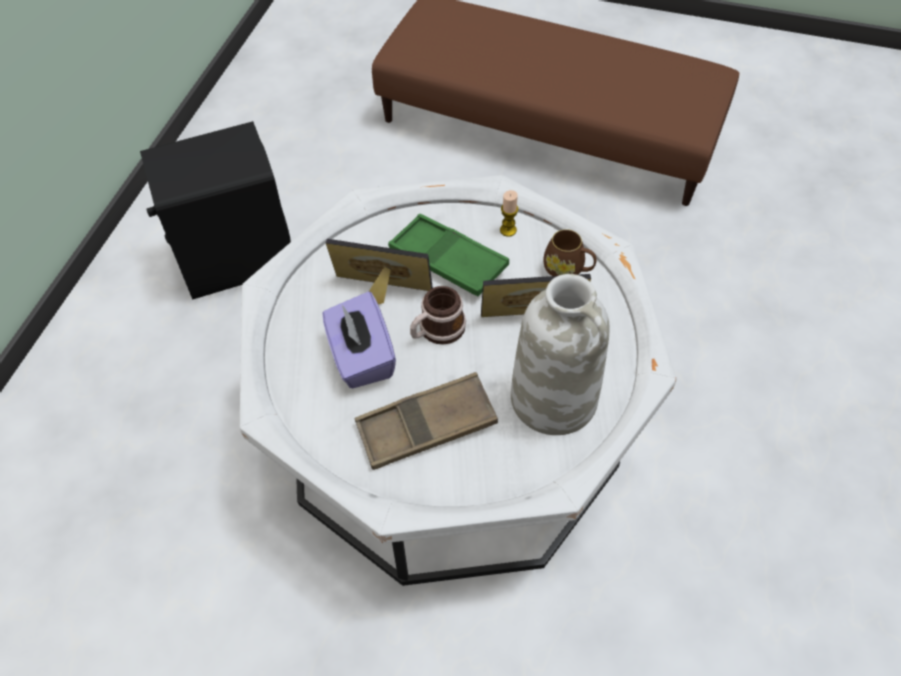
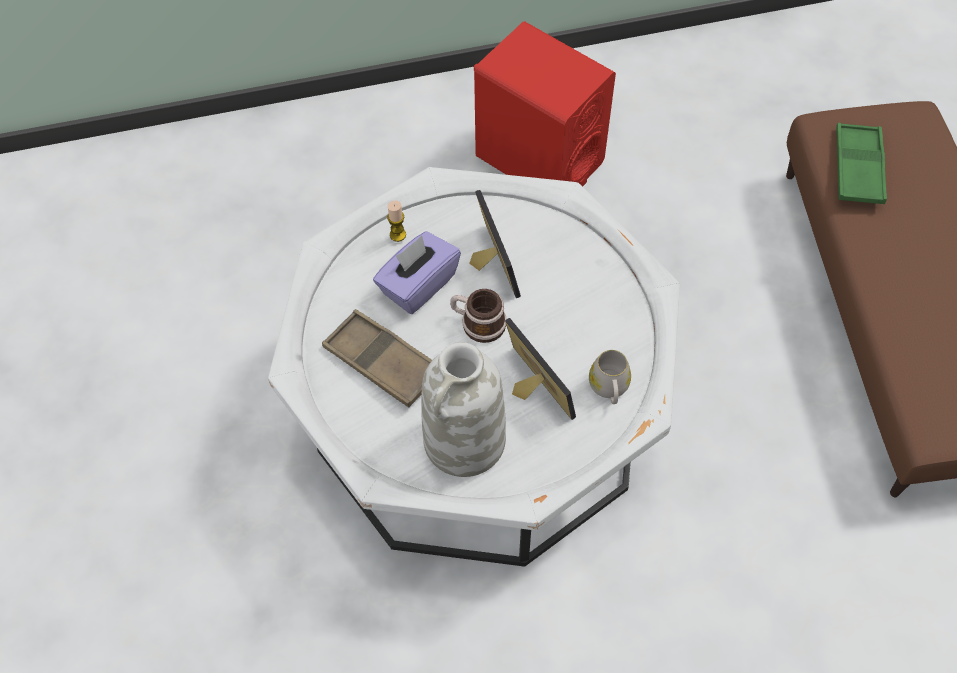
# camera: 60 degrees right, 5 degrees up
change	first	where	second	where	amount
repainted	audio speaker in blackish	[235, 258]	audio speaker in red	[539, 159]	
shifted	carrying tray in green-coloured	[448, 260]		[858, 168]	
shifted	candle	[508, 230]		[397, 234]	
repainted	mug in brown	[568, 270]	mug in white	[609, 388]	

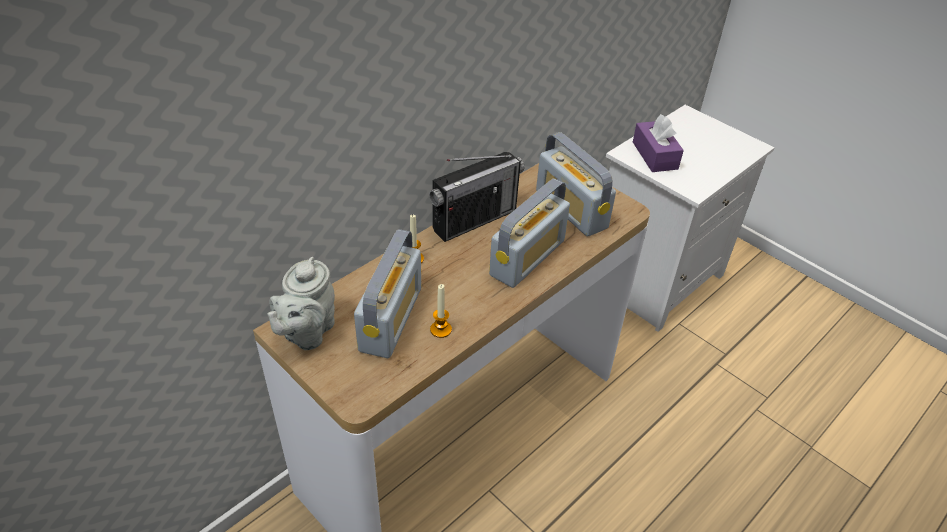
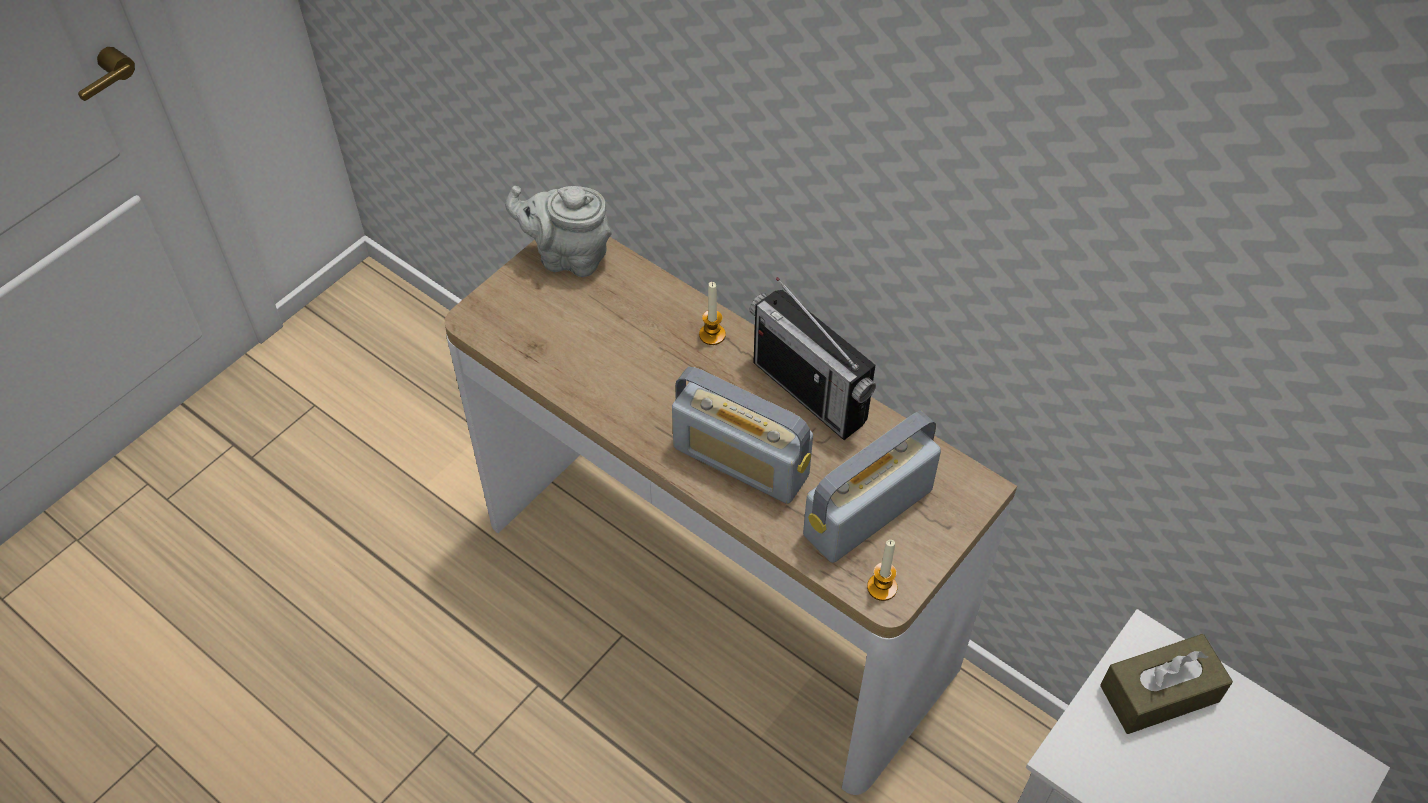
# camera: 85 degrees right, 10 degrees up
change	first	where	second	where	amount
gone	radio set	[391, 319]			
shifted	candle	[440, 329]		[882, 587]	
repainted	tissue box in purple	[654, 155]	tissue box in brown	[1159, 693]	

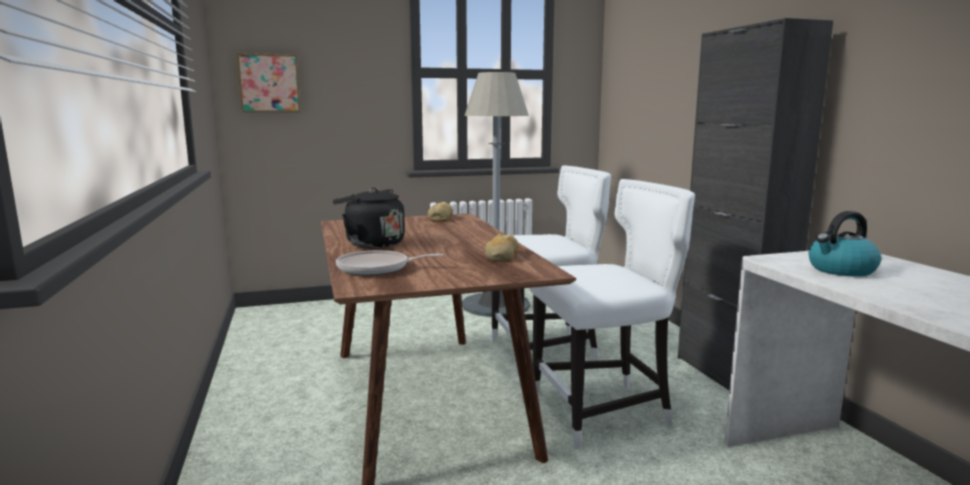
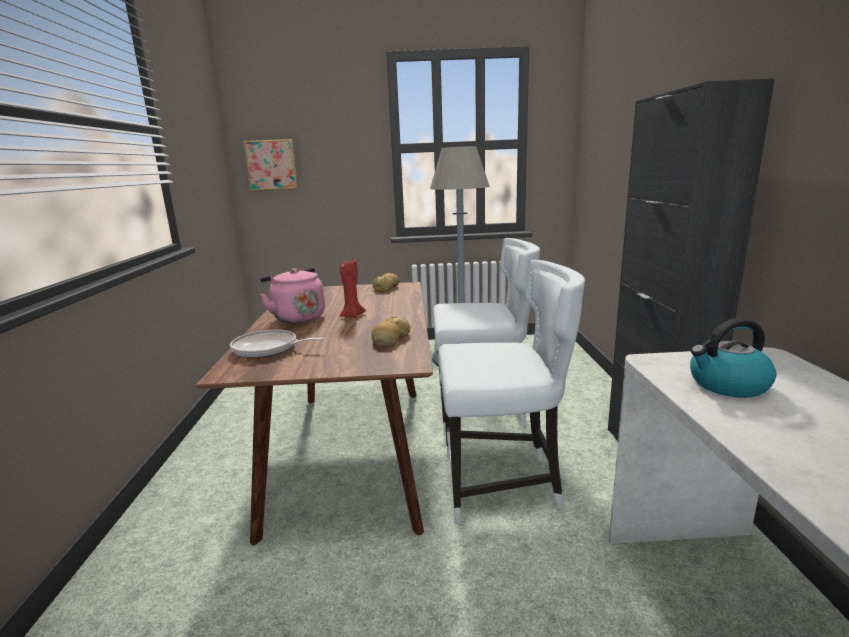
# camera: 15 degrees right, 5 degrees up
change	first	where	second	where	amount
repainted	tea kettle in blackish	[371, 244]	tea kettle in pink-coloured	[297, 317]	
new			candle in red	[352, 315]	

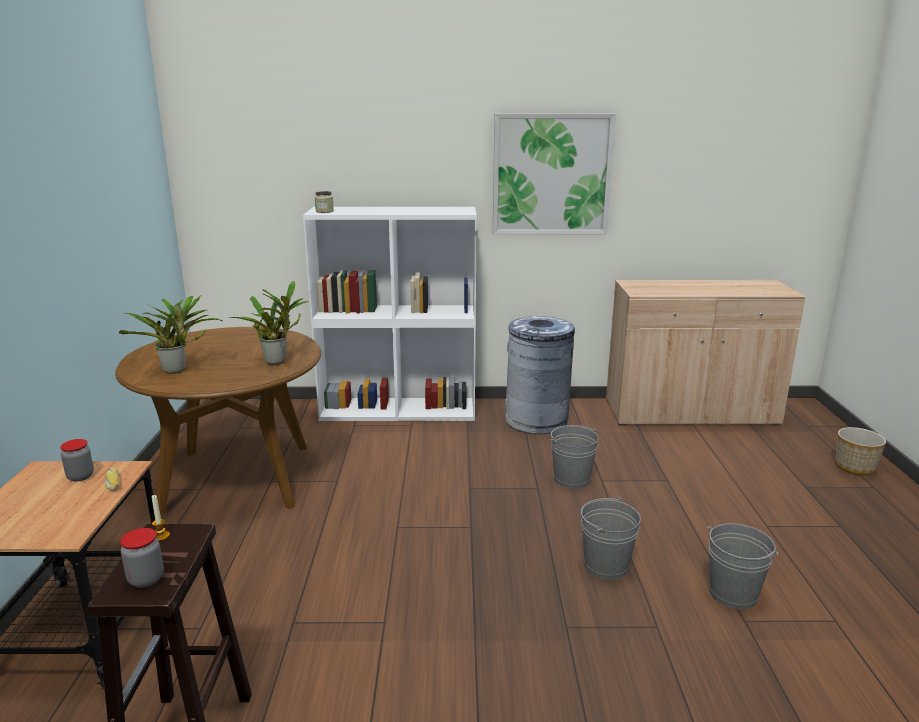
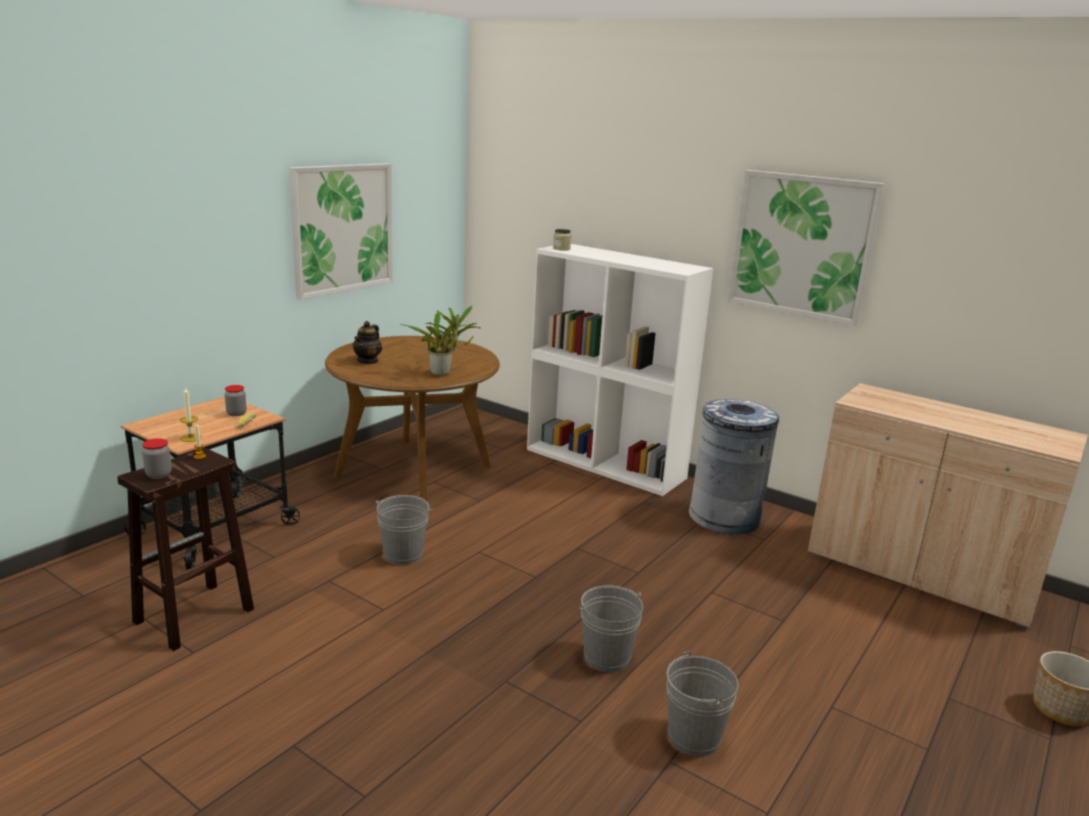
# camera: 35 degrees right, 0 degrees up
change	first	where	second	where	amount
swapped	potted plant	[177, 371]	teapot	[368, 361]	
shifted	bucket in gray	[572, 479]		[403, 554]	
new			candle	[190, 438]	
new			picture	[342, 228]	

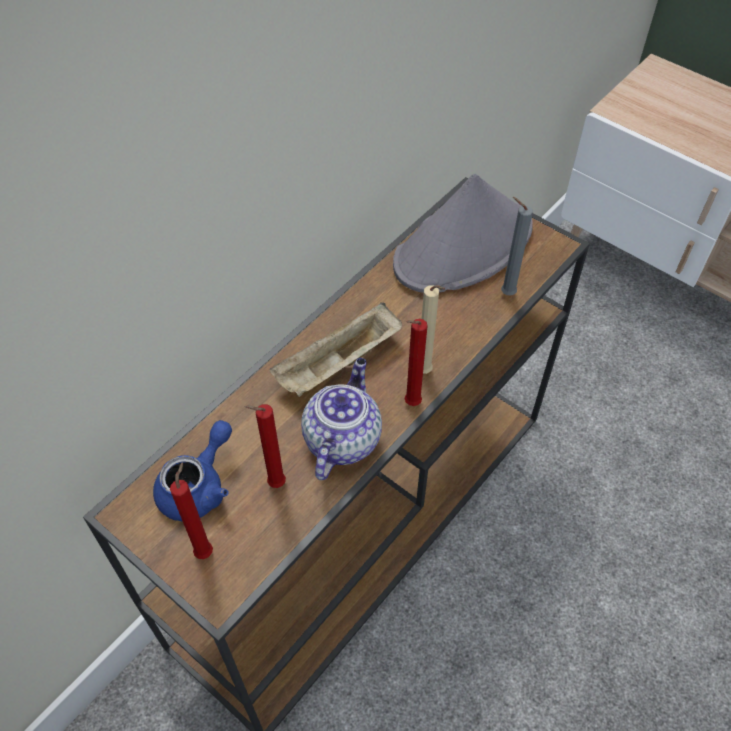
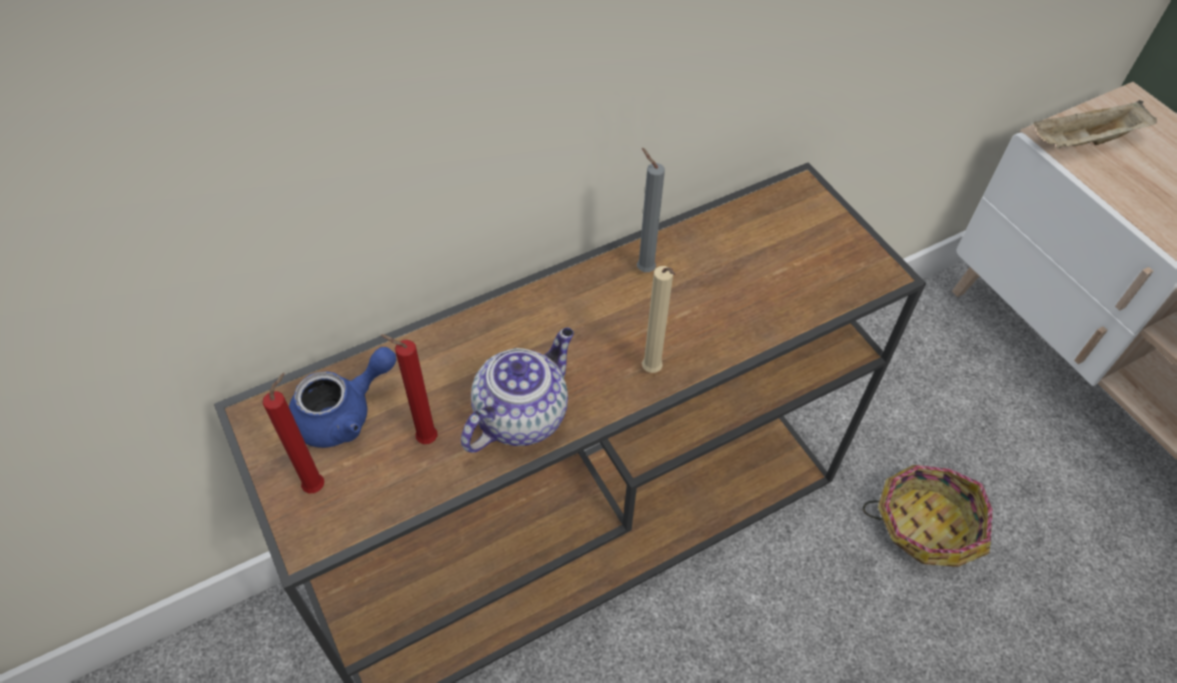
# camera: 20 degrees right, 0 degrees up
change	first	where	second	where	amount
shifted	carrying tray in beige	[338, 365]		[1085, 142]	
gone	wearable hat in gray	[463, 246]			
gone	candle in red	[410, 404]			
shifted	candle in gray	[505, 293]		[643, 268]	
new			household basket	[926, 524]	

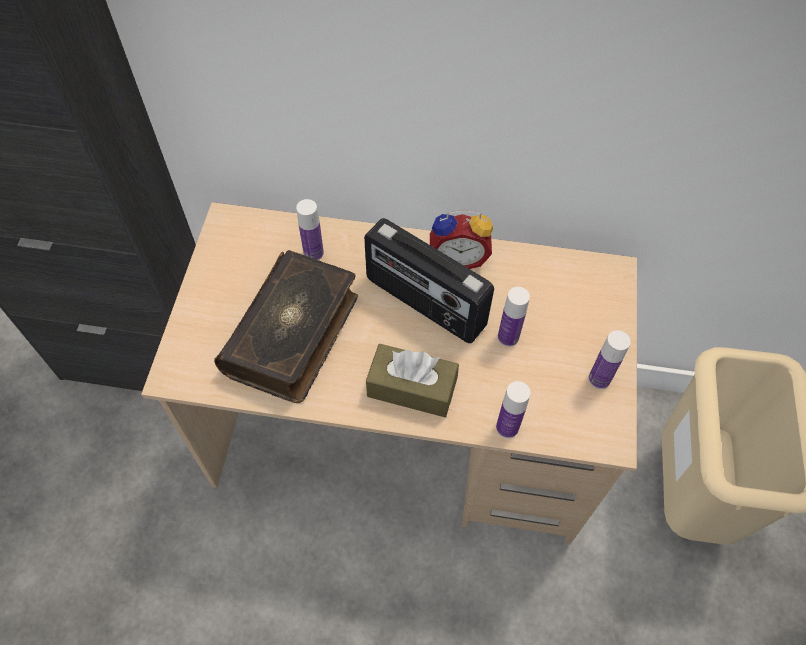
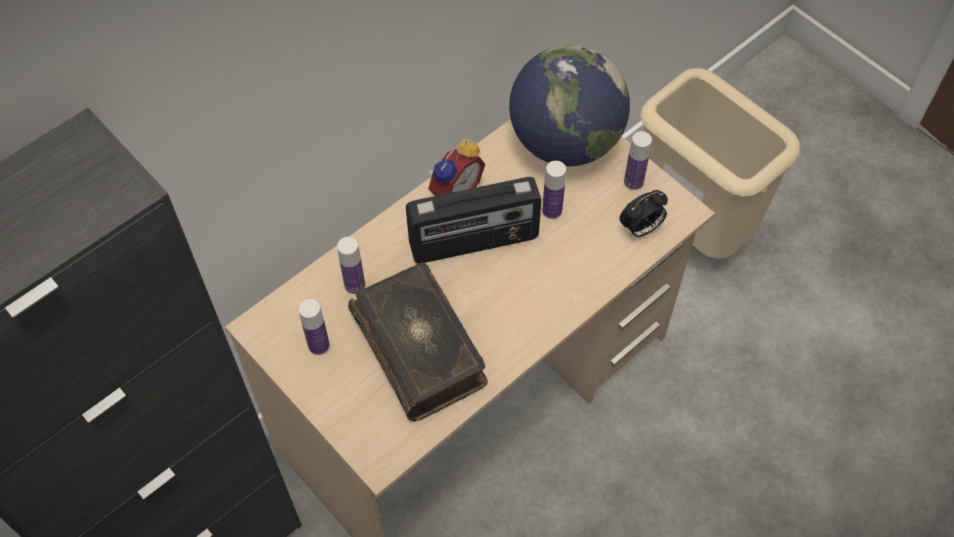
# camera: 50 degrees left, 0 degrees up
change	first	where	second	where	amount
gone	tissue box in brown	[411, 388]			
shifted	beverage bottle	[507, 427]		[319, 345]	
new			world globe	[565, 142]	
new			bedside clock	[640, 229]	

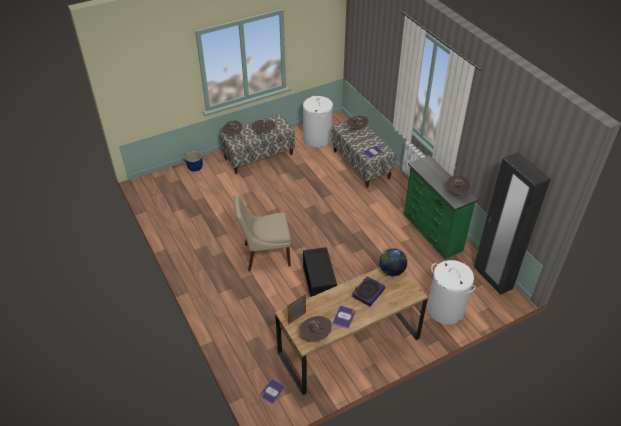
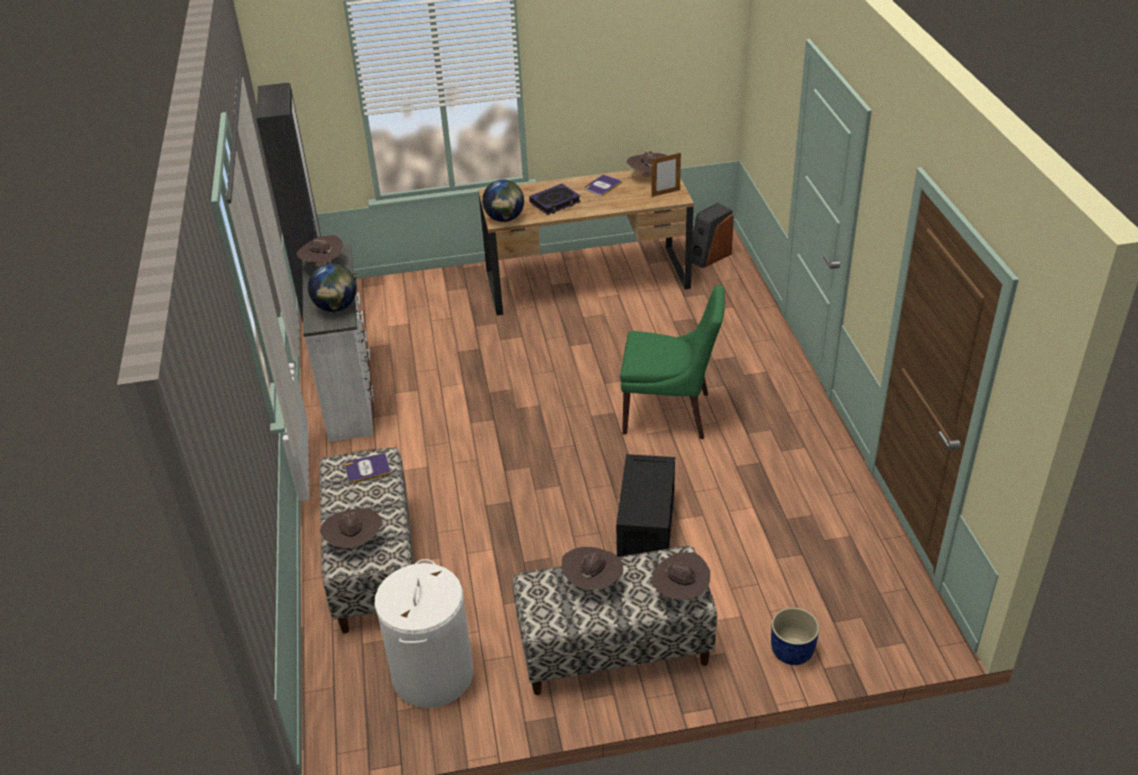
# camera: 160 degrees left, 5 degrees down
change	first	where	second	where	amount
repainted	chair in beige	[265, 255]	chair in green-coloured	[670, 414]	
swapped	book	[272, 391]	audio speaker	[709, 256]	
shifted	storage bin in blackish	[318, 282]		[647, 526]	
repainted	dresser in green-coloured	[432, 233]	dresser in white	[350, 394]	
gone	washing basket in white	[445, 309]			
new			world globe	[336, 307]	

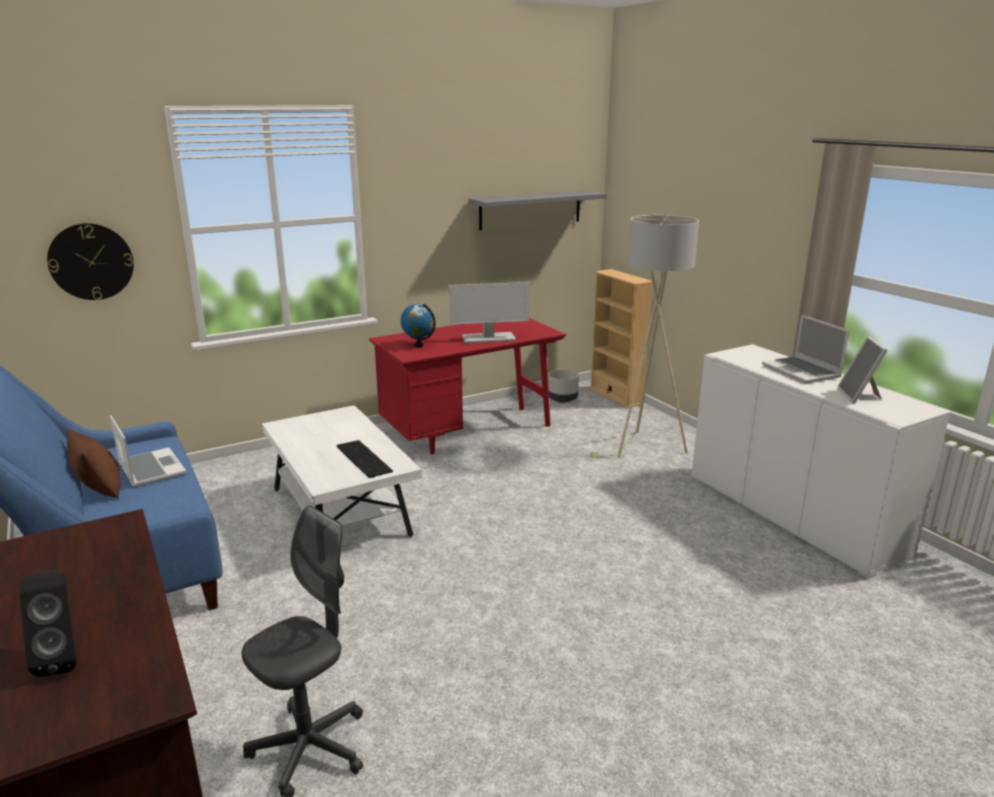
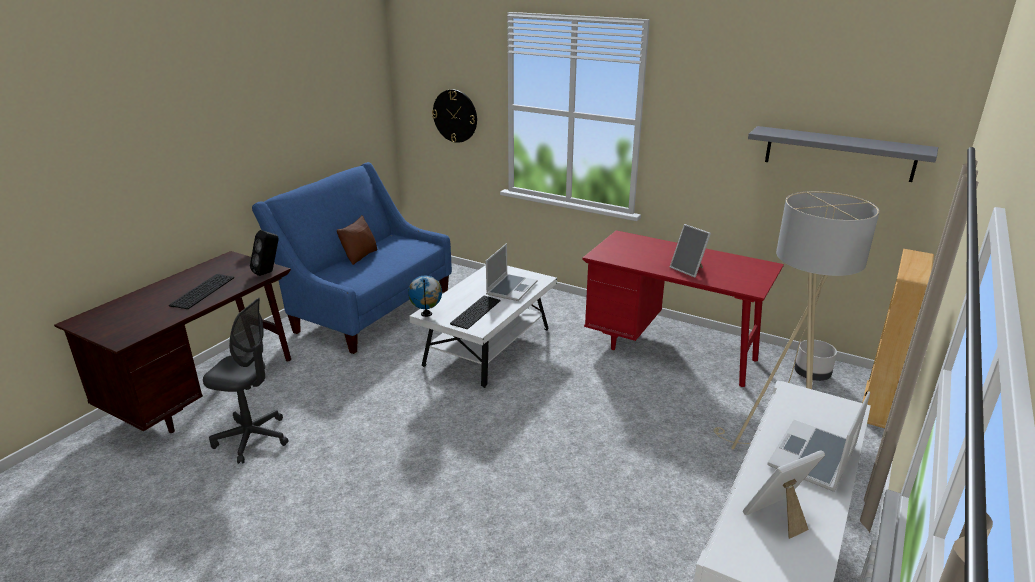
# camera: 60 degrees right, 5 degrees up
change	first	where	second	where	amount
shifted	audio speaker in blackish	[63, 658]		[268, 272]	
shifted	notebook computer	[150, 469]		[511, 288]	
shifted	world globe	[418, 345]		[426, 314]	
swapped	computer display	[488, 338]	picture frame	[689, 270]	
new			PC keyboard	[202, 291]	

